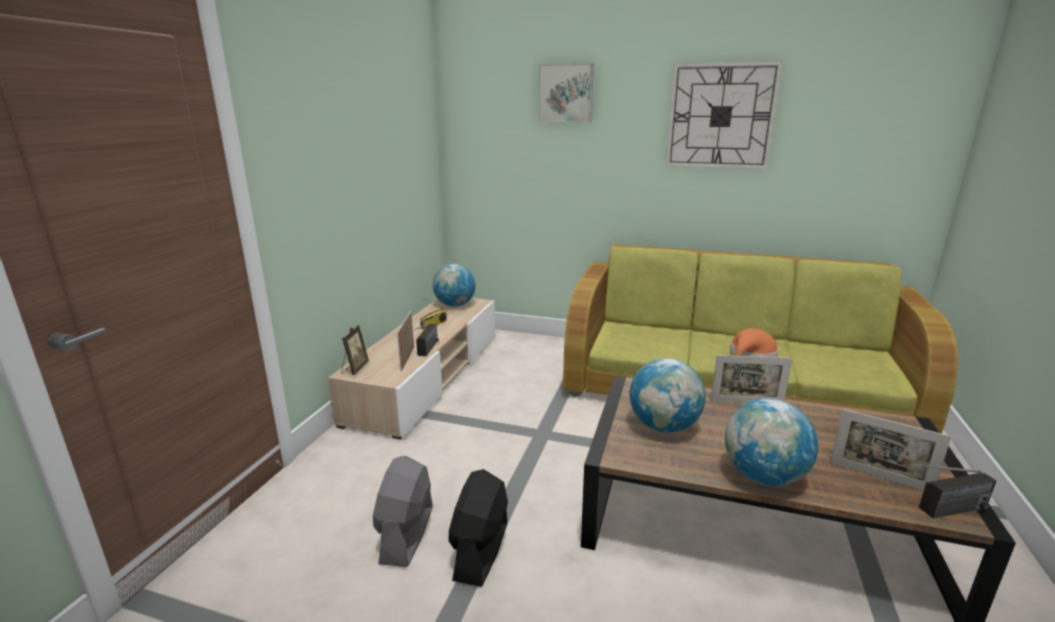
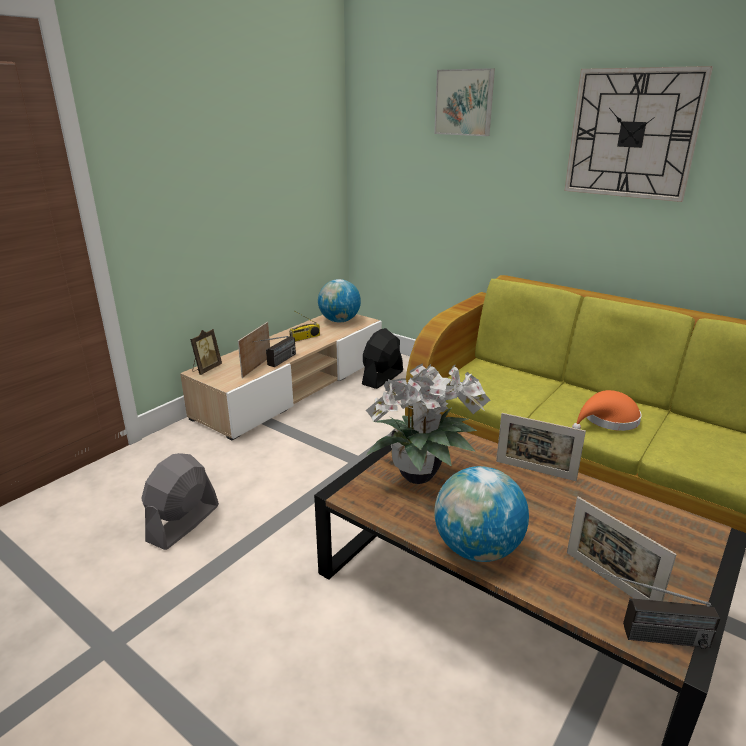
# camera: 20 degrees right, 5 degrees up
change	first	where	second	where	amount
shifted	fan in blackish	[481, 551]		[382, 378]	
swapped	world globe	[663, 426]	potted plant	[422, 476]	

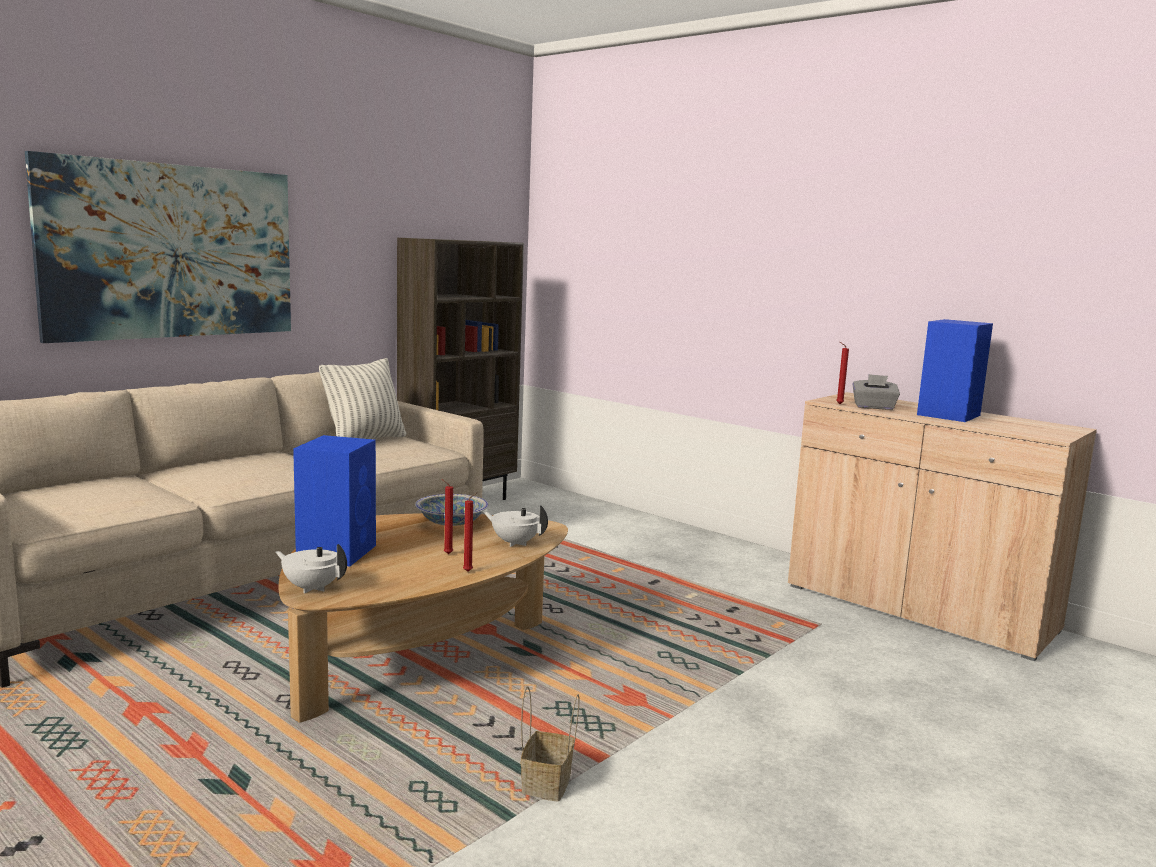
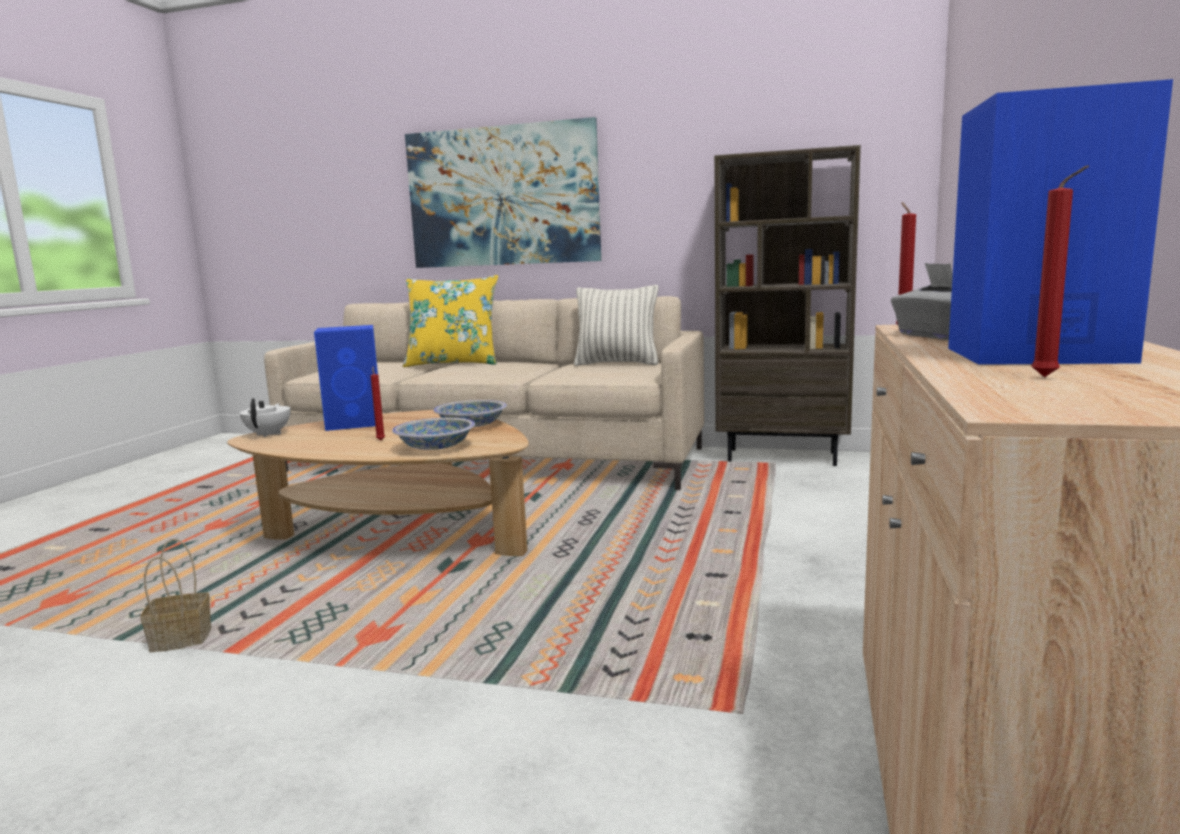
# camera: 65 degrees right, 0 degrees up
change	first	where	second	where	amount
shifted	candle in red	[469, 571]		[1049, 377]	
swapped	teapot in white	[515, 543]	serving bowl	[436, 447]	
new			throw pillow in yellow-coloured	[453, 363]	

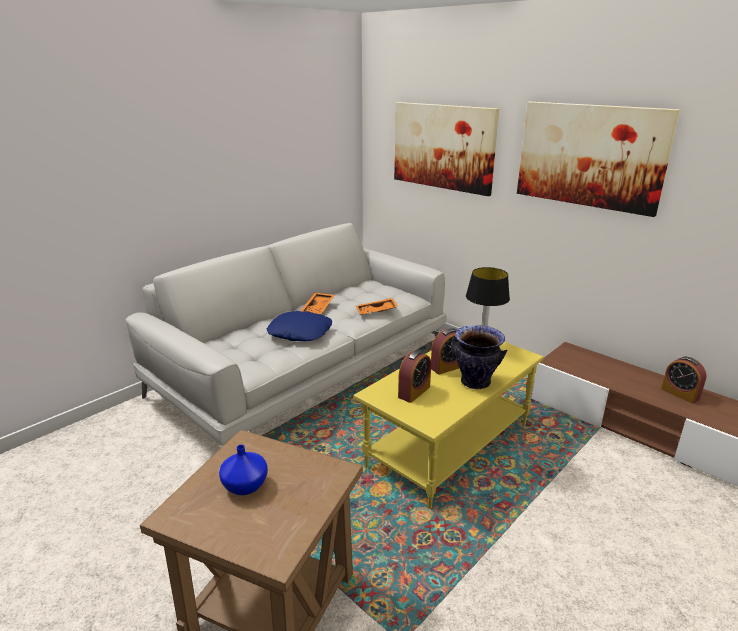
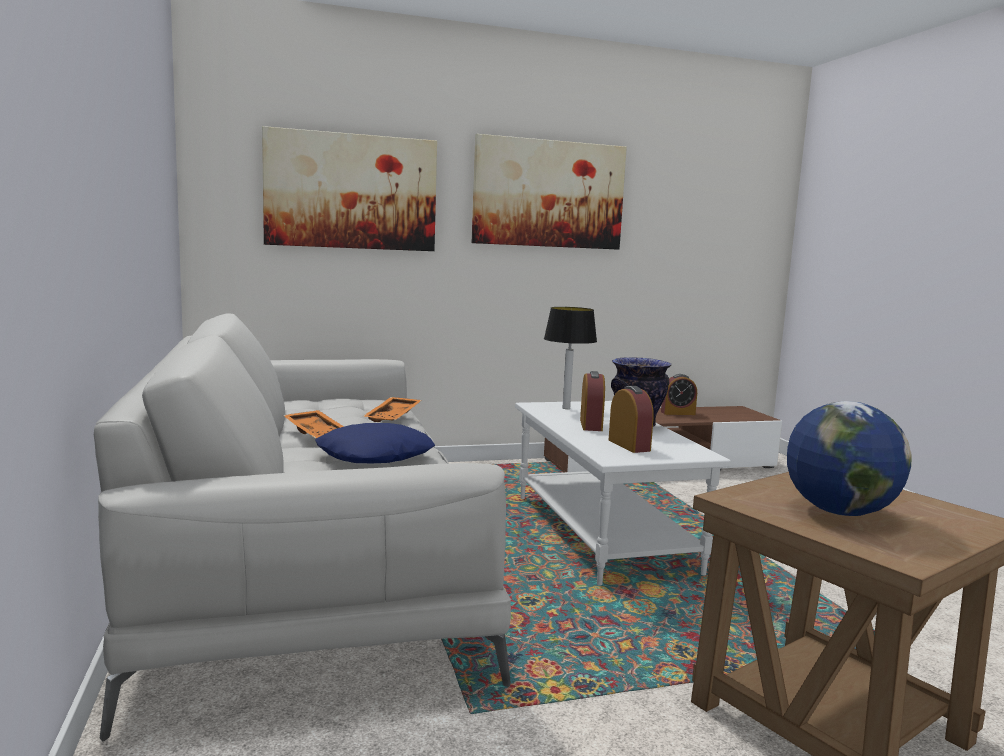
# camera: 60 degrees left, 15 degrees down
change	first	where	second	where	amount
swapped	decorative vase in blue	[246, 485]	world globe	[839, 512]	
repainted	lounge table in yellow-coloured	[448, 444]	lounge table in white	[599, 533]	

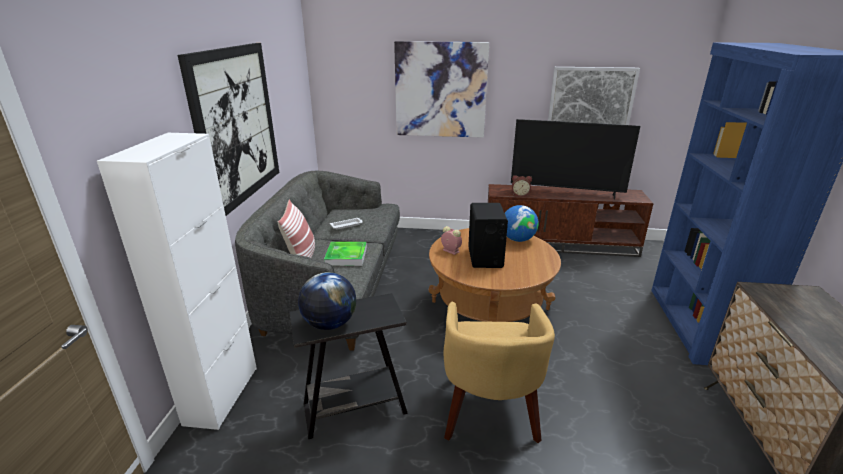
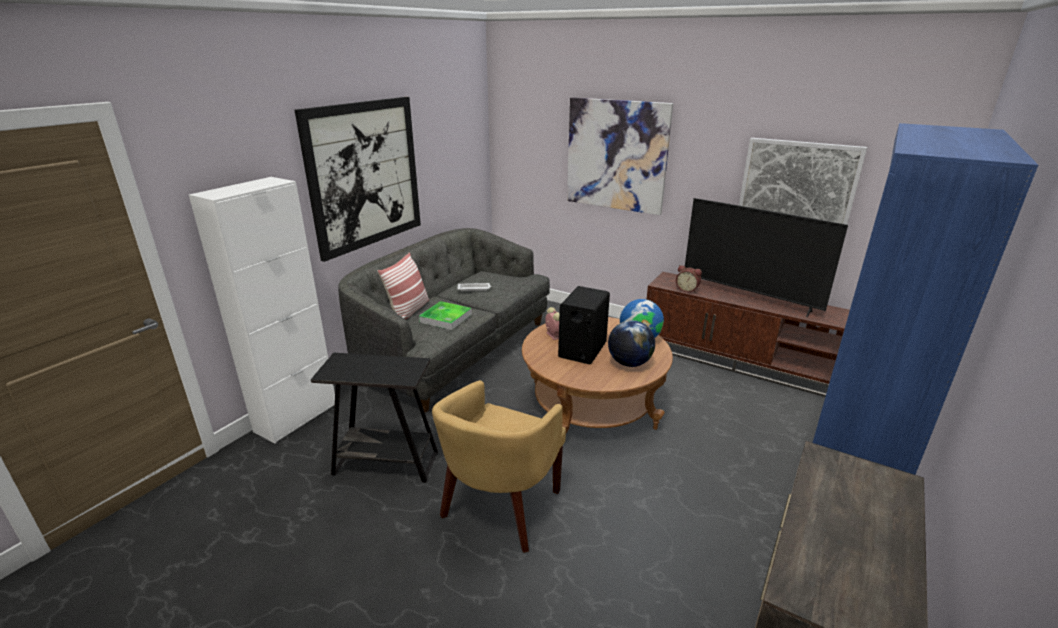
# camera: 25 degrees right, 0 degrees up
change	first	where	second	where	amount
shifted	world globe	[329, 324]		[629, 363]	

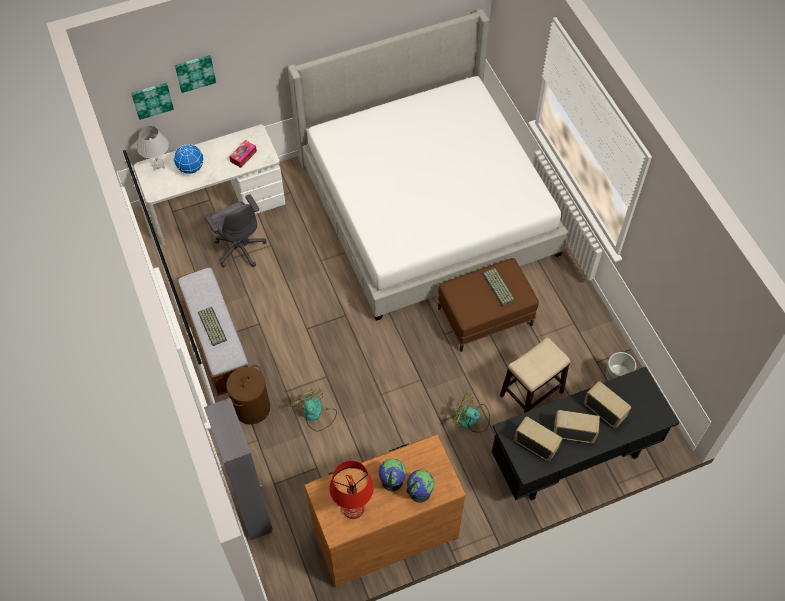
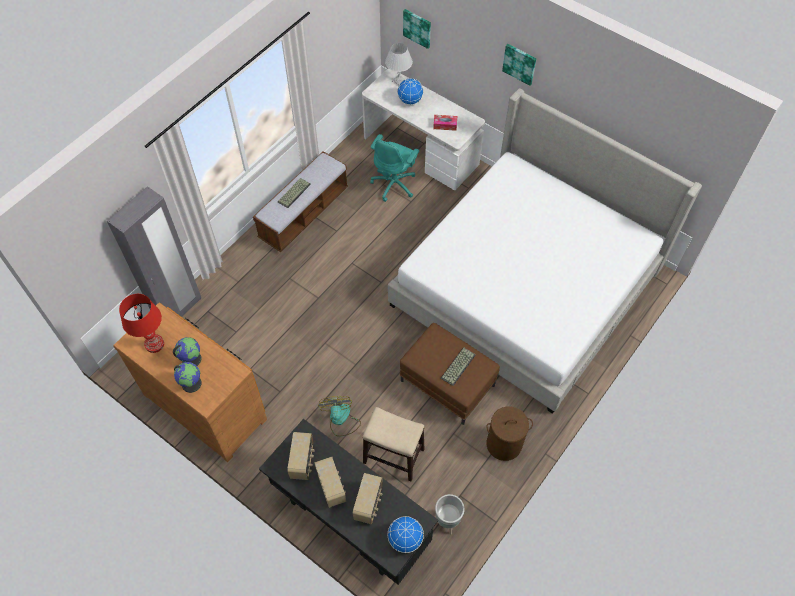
# camera: 60 degrees right, 0 degrees up
change	first	where	second	where	amount
shifted	picture	[195, 72]		[520, 63]	
repainted	computer chair in gray	[240, 248]	computer chair in turquoise	[394, 184]	
shifted	washing basket in brown	[252, 408]		[503, 444]	
gone	fan	[315, 414]			
new			world globe	[405, 539]	

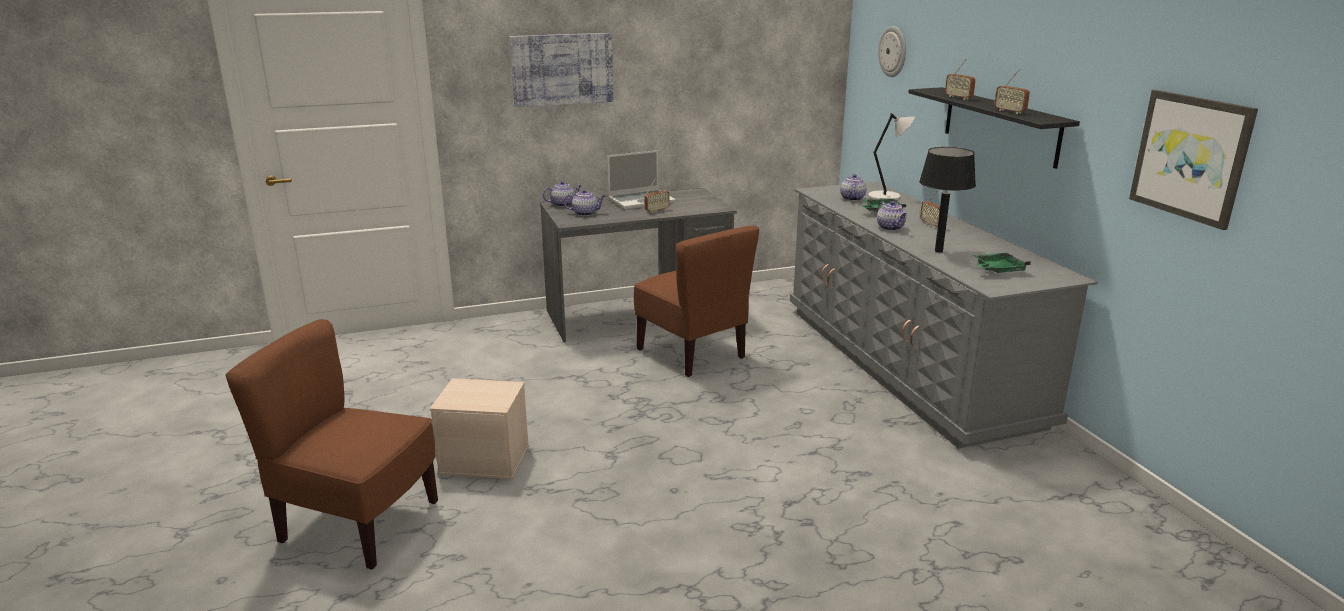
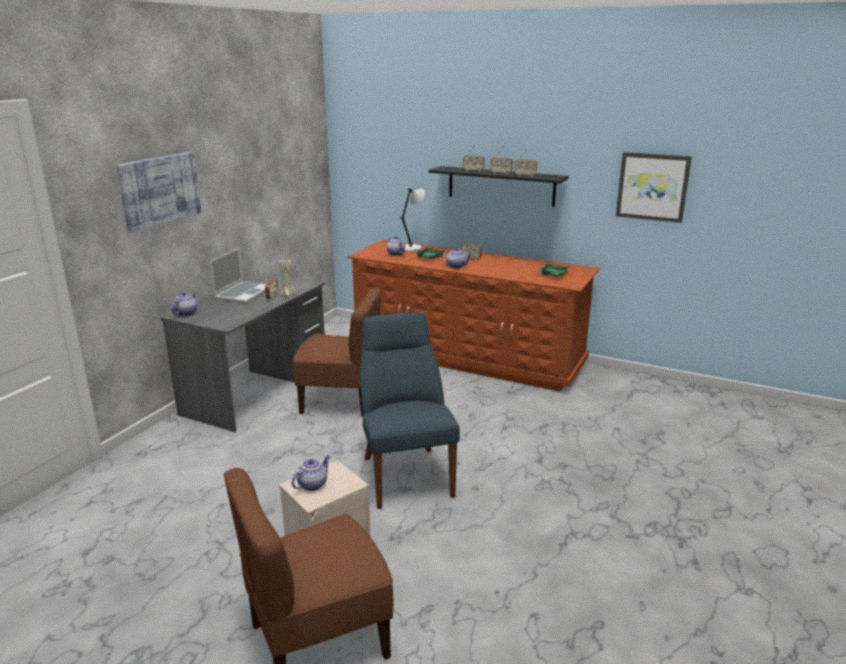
# camera: 45 degrees left, 0 degrees up
change	first	where	second	where	amount
shifted	teapot	[585, 213]		[312, 484]	
repainted	dresser in gray	[905, 364]	dresser in brown	[467, 357]	
gone	clock on the wall	[893, 51]			
gone	lamp for a table in blackish	[938, 251]			
new			candle in beige	[288, 295]	
new			chair in blue	[405, 473]	
new			radio set	[501, 173]	

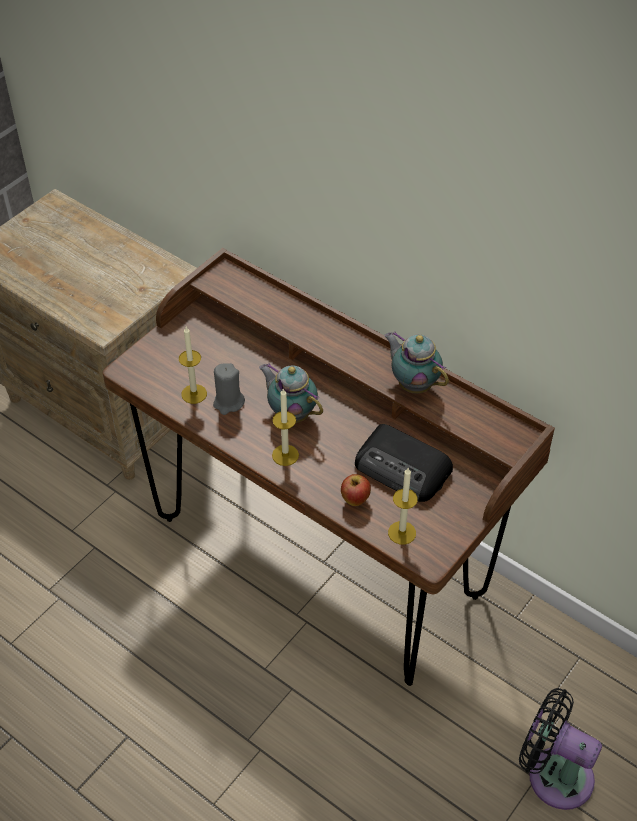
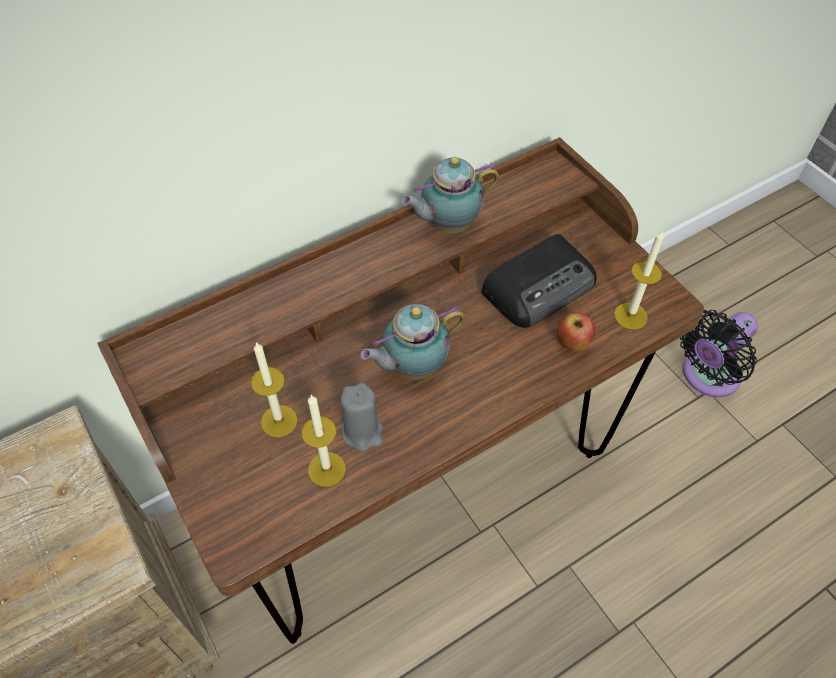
# camera: 70 degrees left, 5 degrees up
change	first	where	second	where	amount
shifted	candle	[285, 455]		[279, 421]	

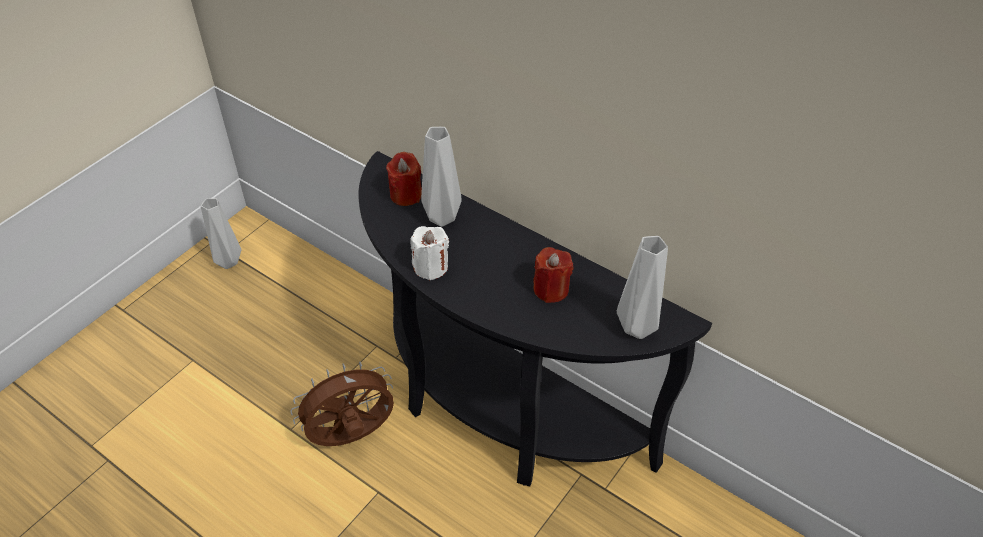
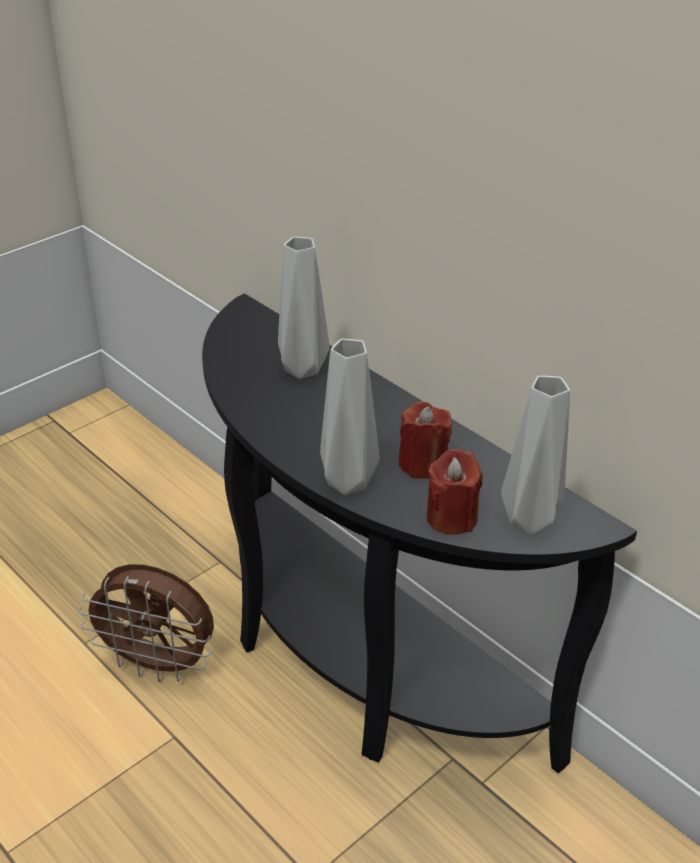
# camera: 10 degrees right, 10 degrees down
change	first	where	second	where	amount
shifted	decorative vase in gray	[228, 261]		[348, 481]	
rotated	fan in brown	[352, 437]		[159, 664]	150 degrees counterclockwise
shifted	candle in red	[406, 195]		[451, 517]	
gone	candle in white	[430, 267]			

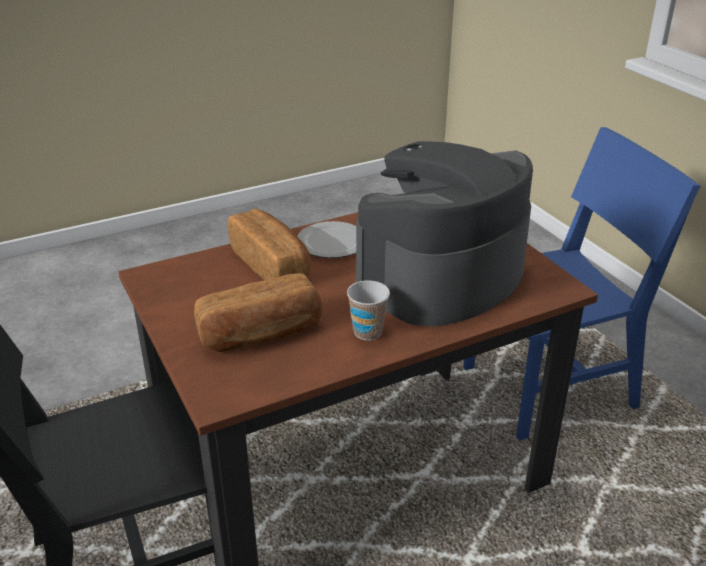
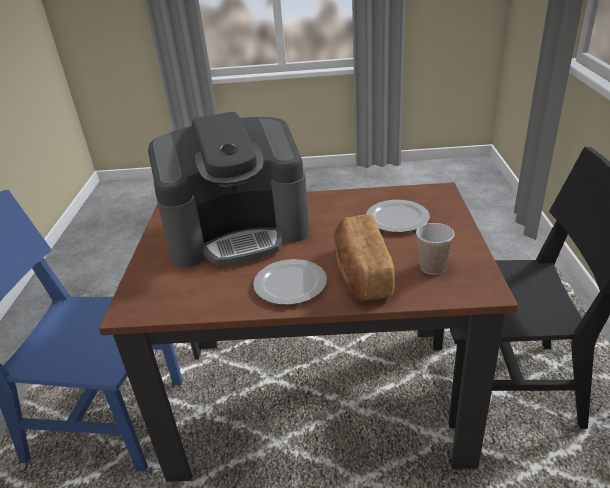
# camera: 150 degrees left, 0 degrees up
change	first	where	second	where	amount
swapped	bread	[261, 334]	flat dish	[398, 219]	
shifted	cup	[367, 332]		[432, 267]	

